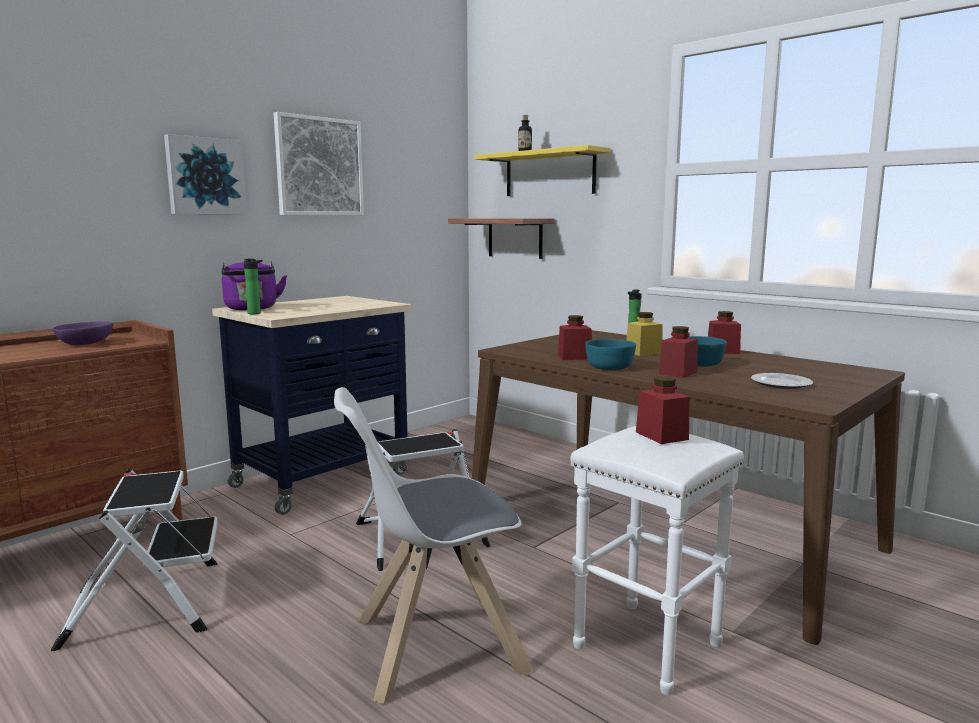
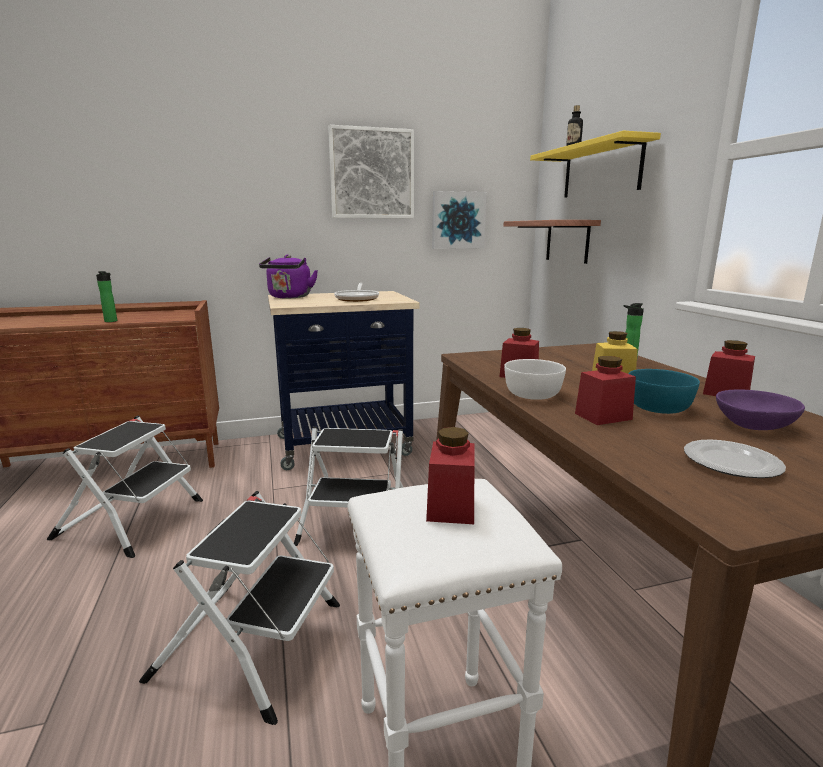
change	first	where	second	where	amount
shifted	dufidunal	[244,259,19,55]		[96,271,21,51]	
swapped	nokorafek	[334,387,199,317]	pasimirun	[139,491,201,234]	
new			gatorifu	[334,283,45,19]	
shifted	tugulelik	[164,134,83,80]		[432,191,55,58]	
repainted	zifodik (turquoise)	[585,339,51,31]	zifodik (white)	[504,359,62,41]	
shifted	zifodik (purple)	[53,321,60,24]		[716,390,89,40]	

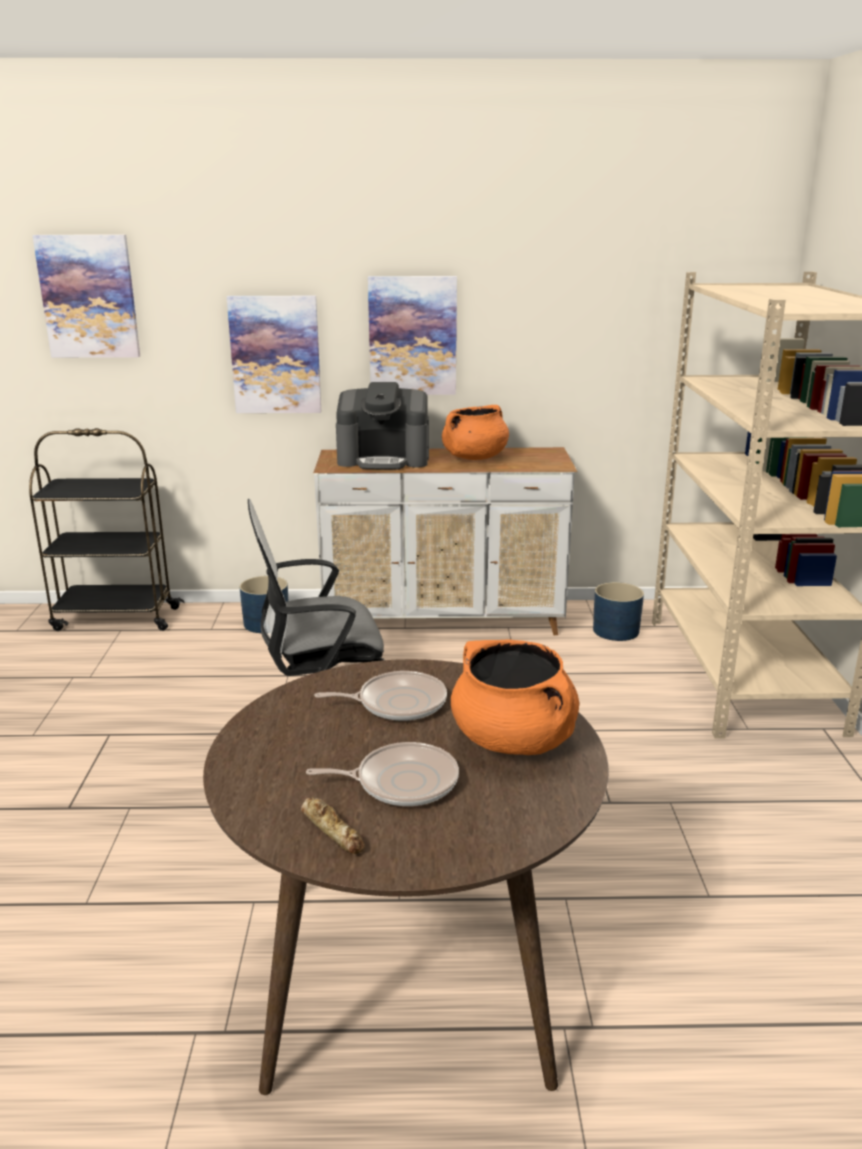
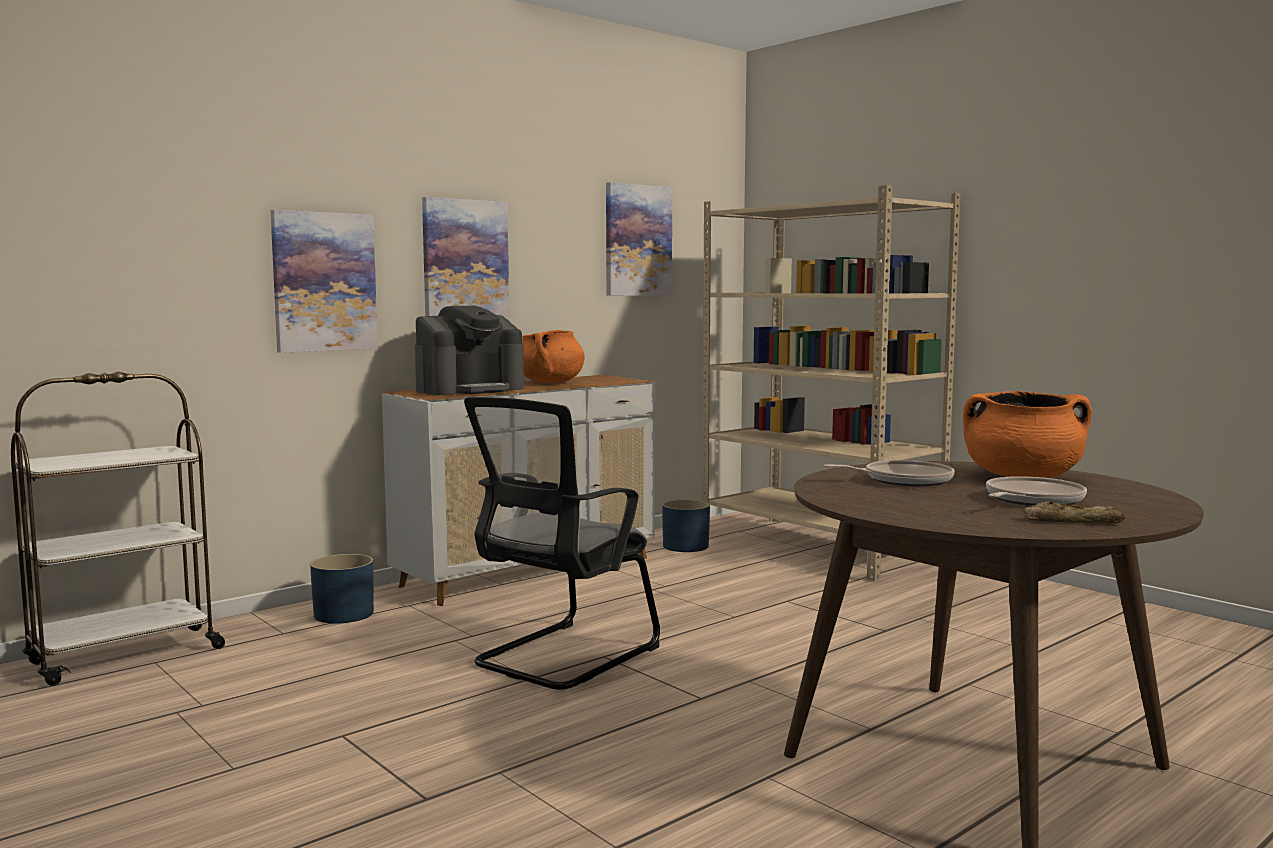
change	first	where	second	where	amount
repainted	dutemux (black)	[29,428,156,203]	dutemux (white)	[11,372,214,314]	
shifted	tugulelik	[32,235,108,123]		[606,182,66,113]	
rotated	gatorifu	[314,671,133,50]		[824,460,131,26]	45 degrees clockwise

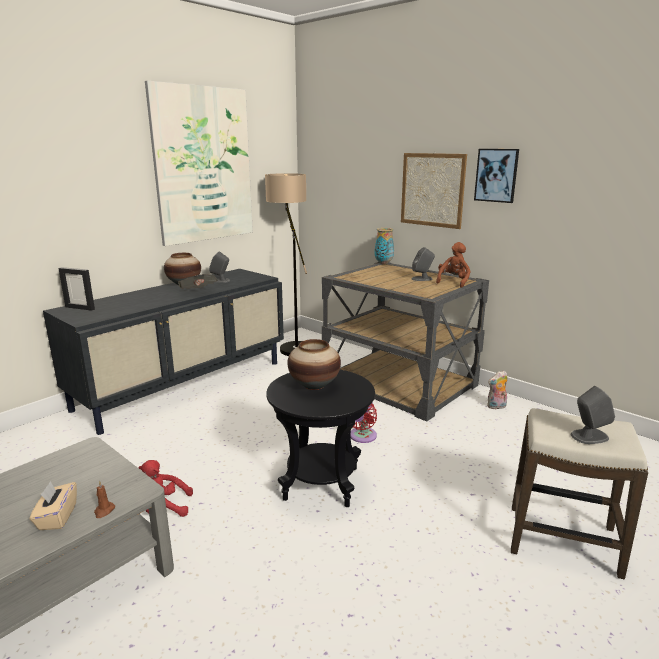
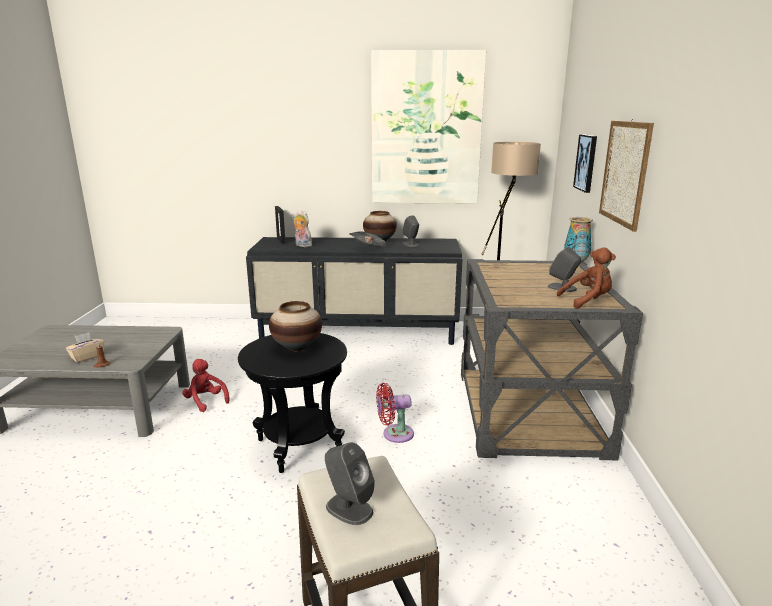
change	first	where	second	where	amount
shifted	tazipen	[487,370,21,40]		[292,210,20,37]	
shifted	tugulelik	[474,149,45,54]		[573,134,24,59]	

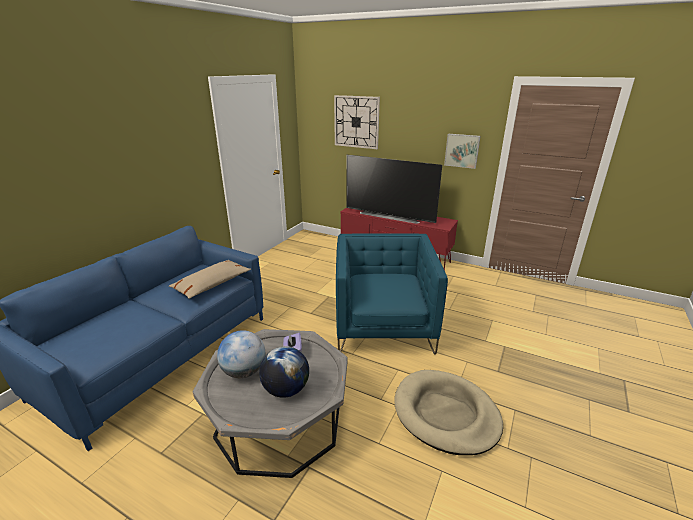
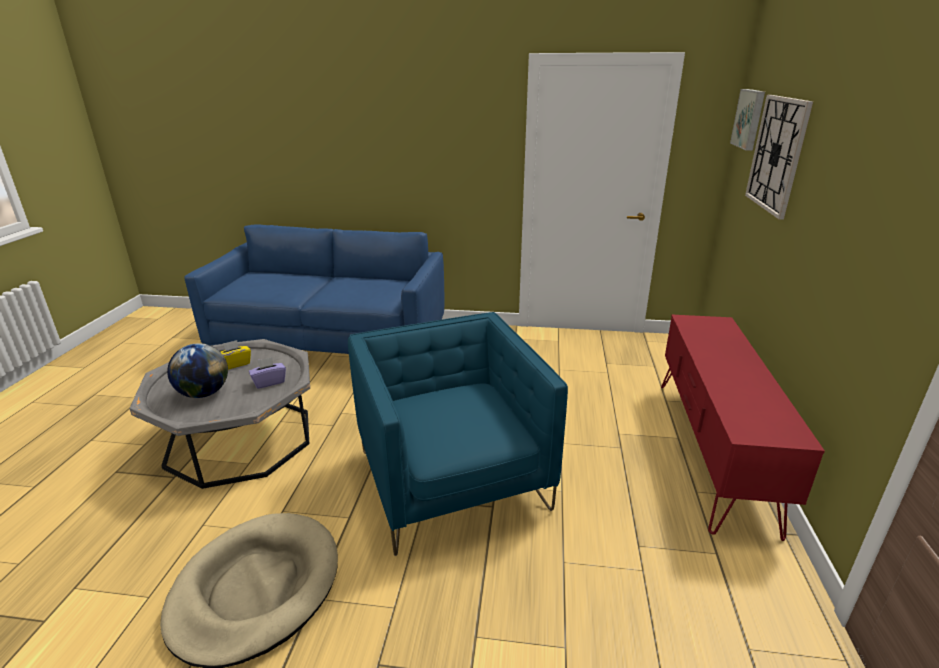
change	first	where	second	where	amount
swapped	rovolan	[217,330,48,48]	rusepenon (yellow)	[221,340,30,30]	
rotated	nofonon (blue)	[336,234,112,121]		[348,312,220,244]	90 degrees counterclockwise
shifted	tugulelik	[444,134,37,35]		[730,89,35,62]	
gone	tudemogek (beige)	[169,260,82,39]			
gone	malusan	[347,155,95,69]			

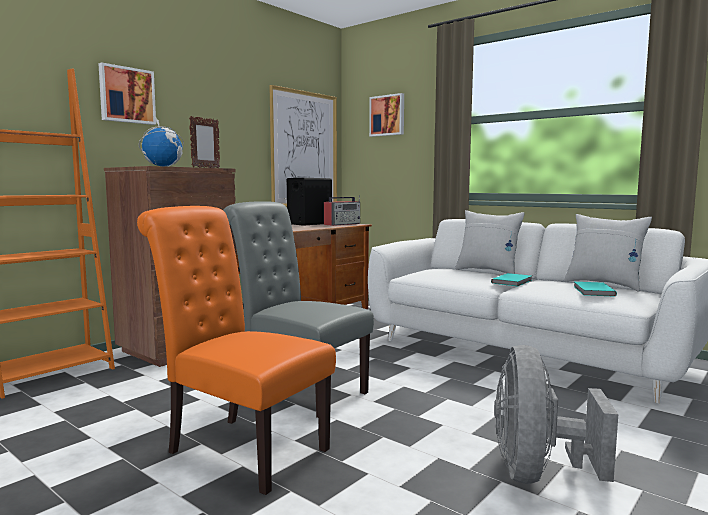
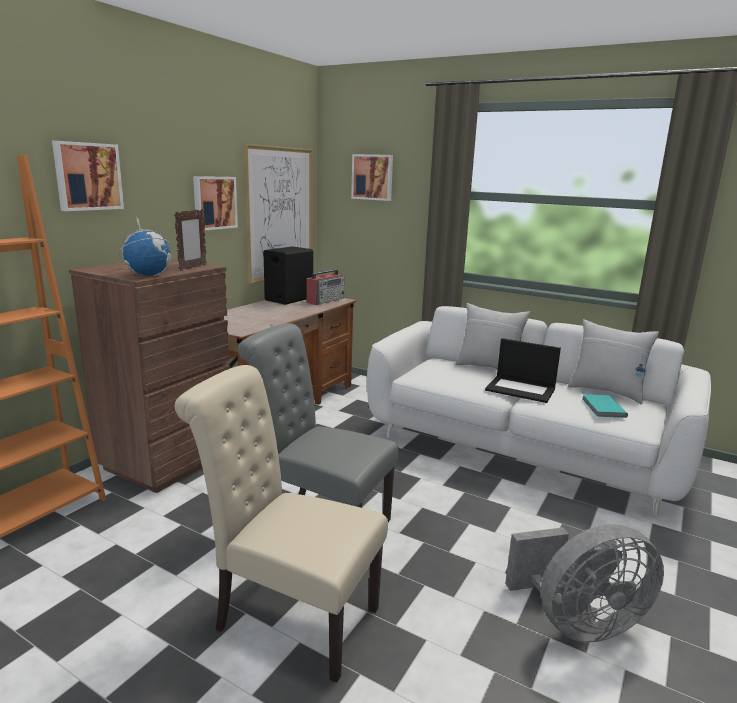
change	first	where	second	where	amount
repainted	nokorafek (orange)	[137,206,199,289]	nokorafek (beige)	[175,365,213,318]	
new			tugulelik	[193,176,45,55]	
swapped	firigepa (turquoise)	[491,273,41,13]	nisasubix	[485,338,76,65]	
rotated	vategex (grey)	[494,345,124,139]		[505,524,159,118]	105 degrees counterclockwise

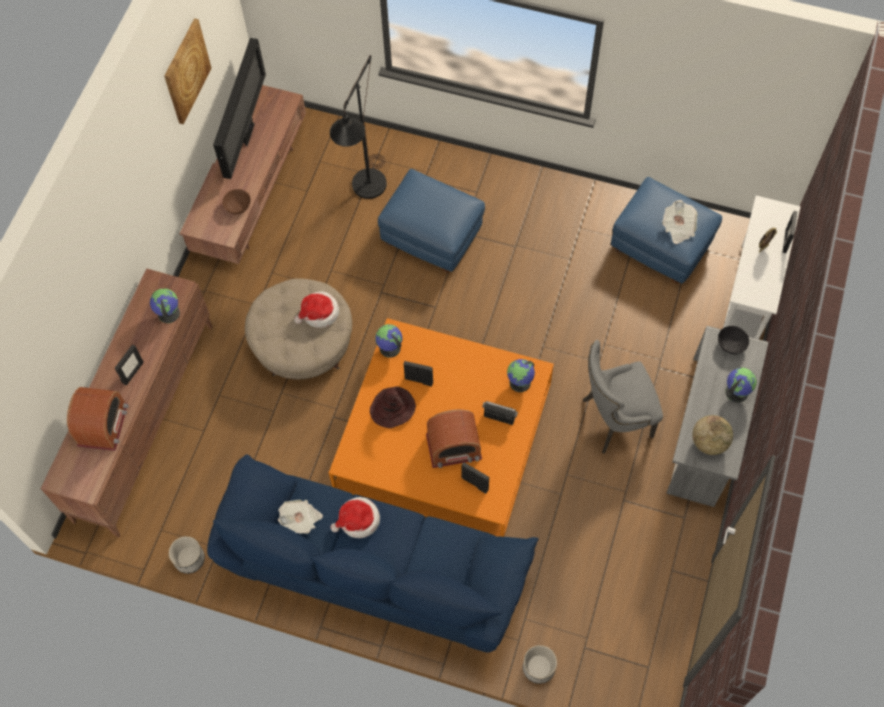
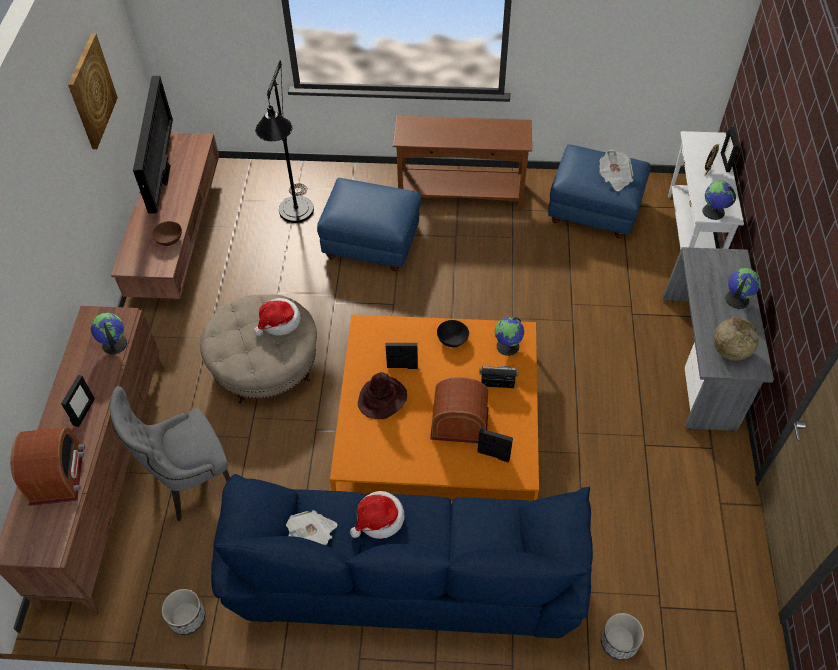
change	first	where	second	where	amount
shifted	nokorafek (grey)	[583,340,80,114]		[110,386,120,135]	
new			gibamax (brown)	[393,116,139,94]	
rotated	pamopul	[426,409,56,59]		[430,377,58,66]	150 degrees counterclockwise
shifted	zifodik (black)	[718,326,31,28]		[437,320,32,27]	
shifted	rovolan	[375,324,28,34]		[702,181,34,39]	

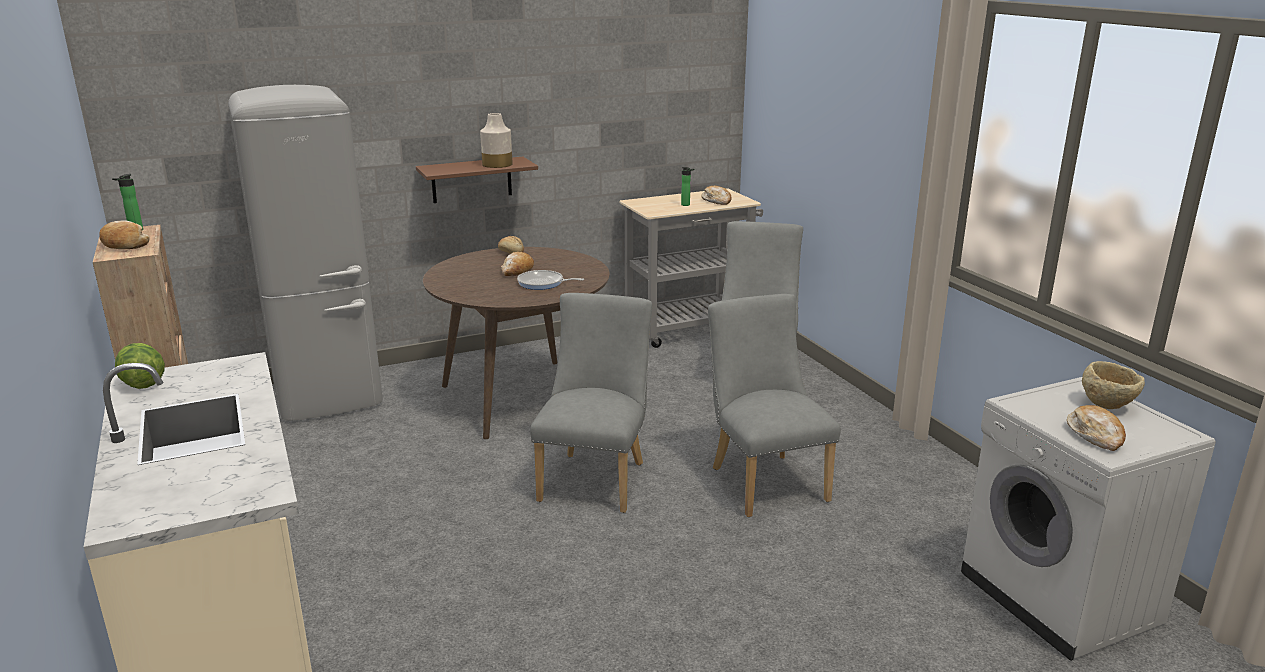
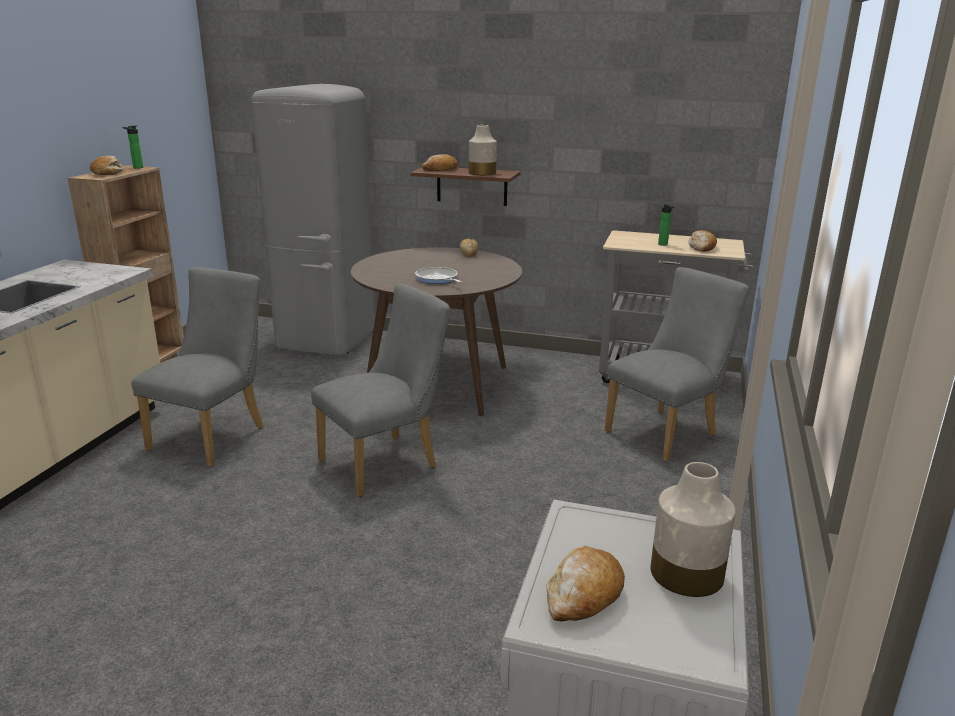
change	first	where	second	where	amount
shifted	nokorafek (grey)	[708,294,133,223]		[132,267,132,200]	
shifted	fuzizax	[501,252,33,24]		[422,154,36,17]	
swapped	zifodik (beige)	[1082,361,63,48]	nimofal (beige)	[650,462,86,135]	
gone	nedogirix	[115,343,50,46]			

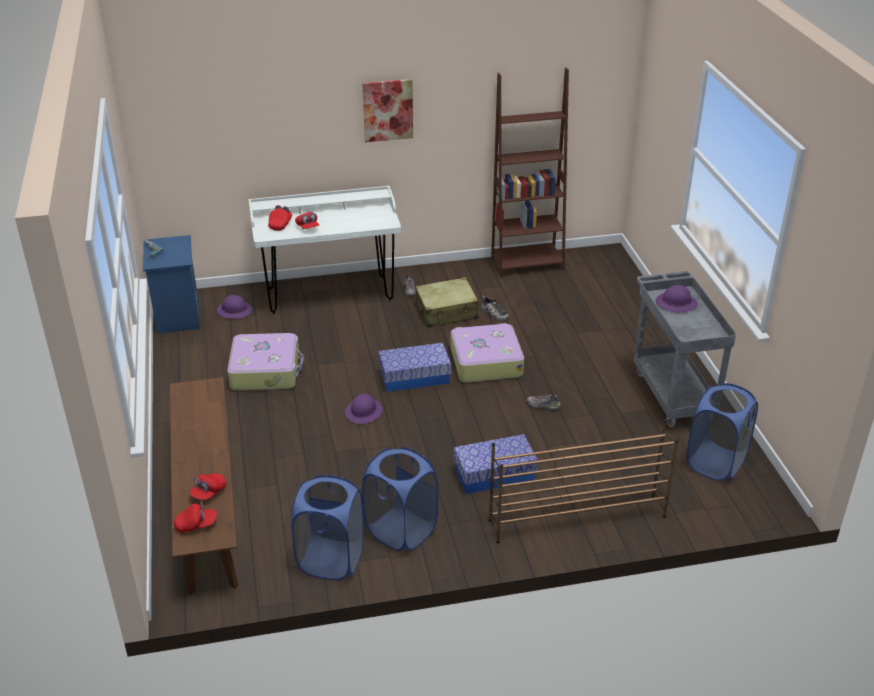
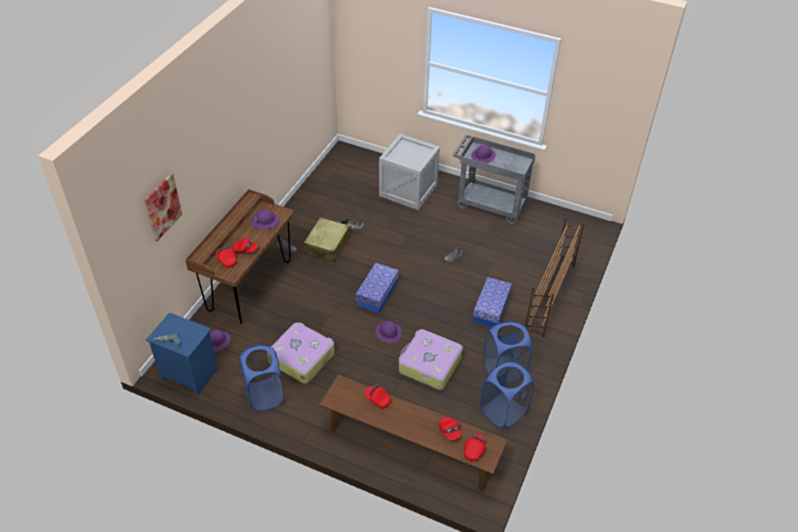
change	first	where	second	where	amount
shifted	tugulelik	[362,79,51,63]		[144,174,38,67]	
repainted	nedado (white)	[248,186,153,128]	nedado (brown)	[185,189,109,135]	
shifted	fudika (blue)	[686,383,72,98]		[239,344,45,68]	
new			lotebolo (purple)	[251,209,28,21]	
new			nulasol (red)	[365,384,26,24]	
new			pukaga	[379,134,61,76]	
shifted	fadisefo	[451,323,73,59]		[399,329,64,61]	
gone	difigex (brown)	[491,67,78,211]			

